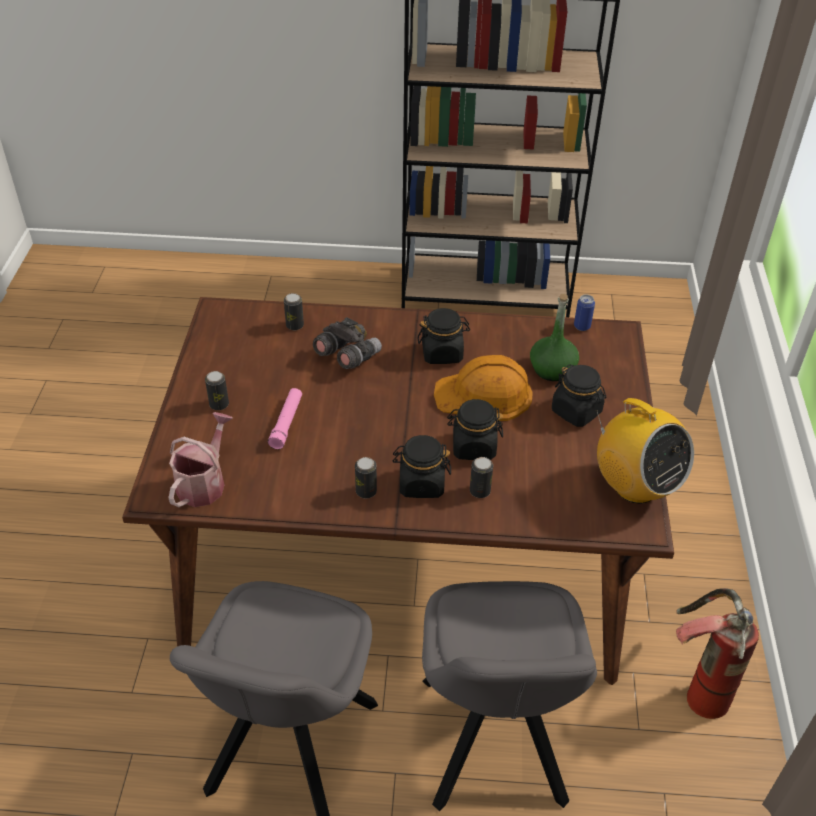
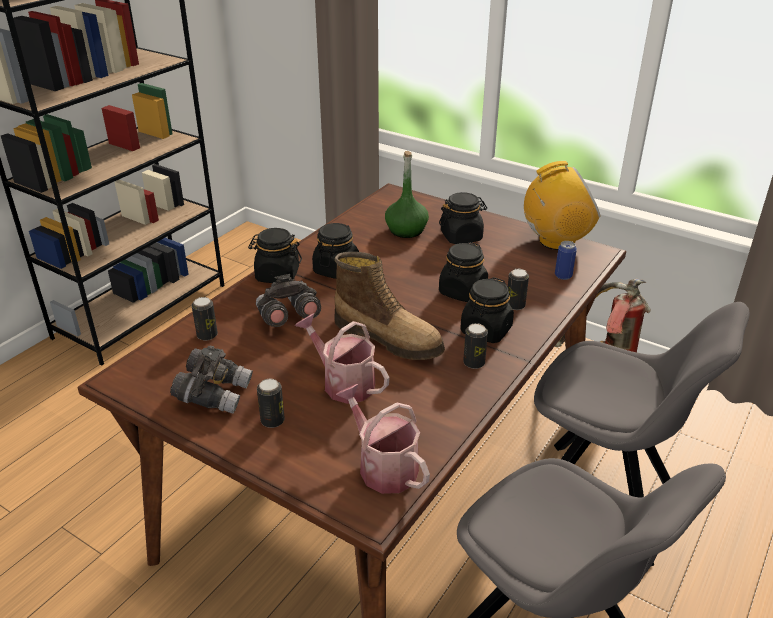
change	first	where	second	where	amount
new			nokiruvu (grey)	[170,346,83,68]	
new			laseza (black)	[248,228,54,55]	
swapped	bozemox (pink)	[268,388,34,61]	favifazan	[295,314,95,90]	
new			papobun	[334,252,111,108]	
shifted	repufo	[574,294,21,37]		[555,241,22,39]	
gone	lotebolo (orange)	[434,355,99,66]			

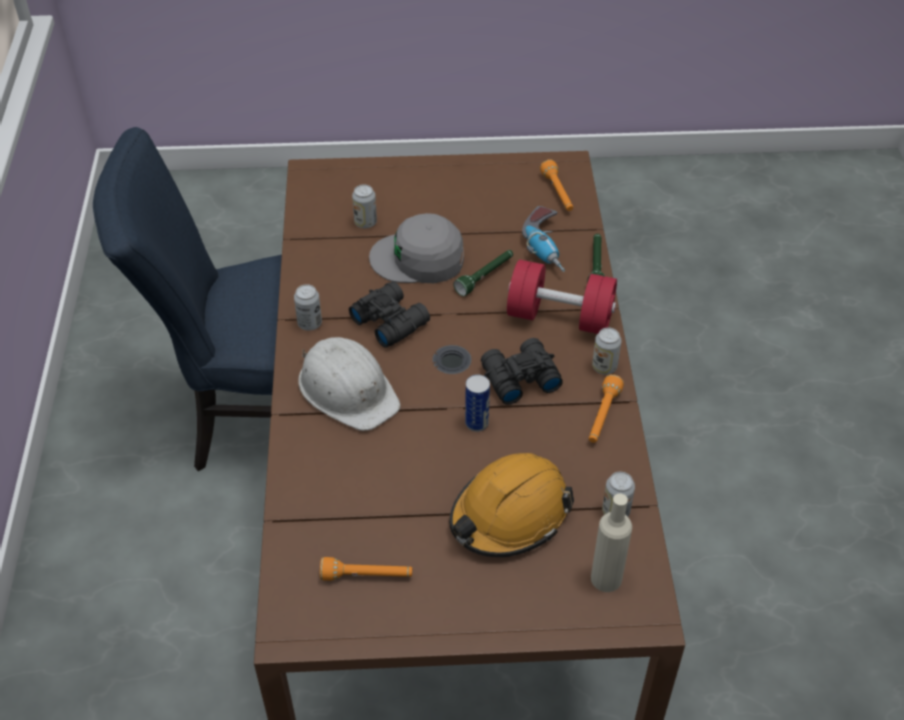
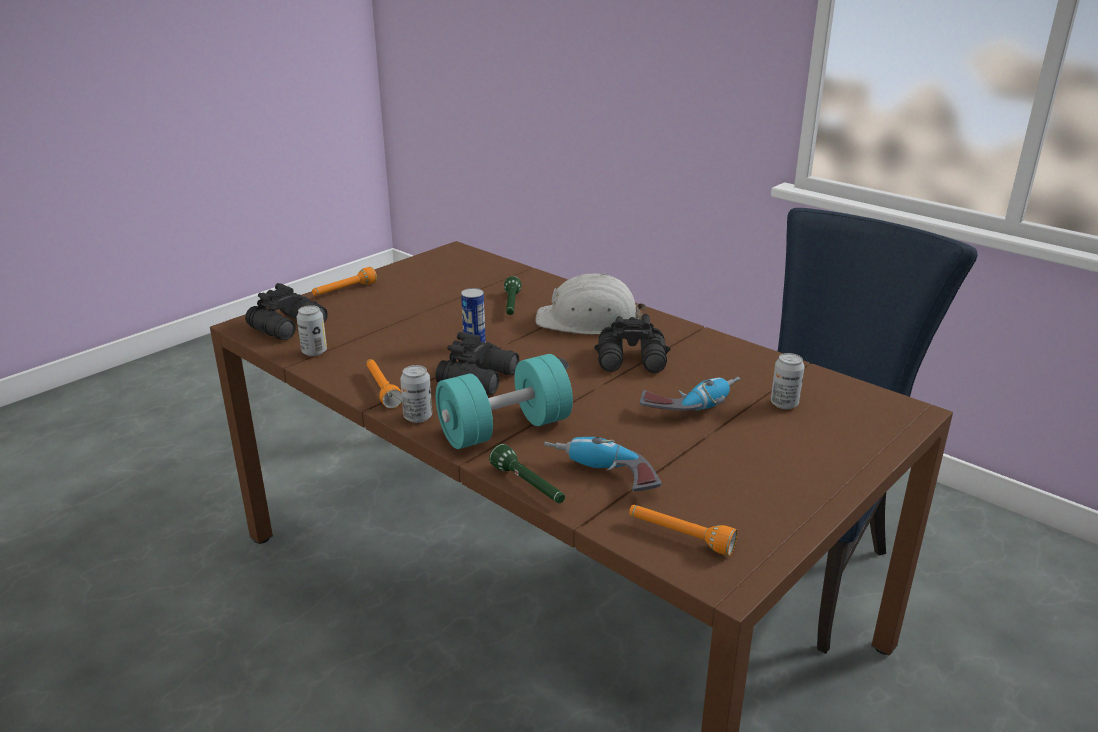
change	first	where	second	where	amount
swapped	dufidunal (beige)	[591,493,41,99]	nokiruvu (black)	[245,283,83,57]	
shifted	bozemox (orange)	[320,557,92,24]		[312,267,65,29]	
repainted	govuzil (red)	[507,260,110,74]	govuzil (turquoise)	[436,354,137,95]	
shifted	bozemox (green)	[453,250,60,46]		[504,276,17,39]	
swapped	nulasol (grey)	[369,213,95,70]	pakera	[640,377,100,34]	
gone	repufo	[294,284,28,47]			
gone	lotebolo (orange)	[449,453,125,104]			

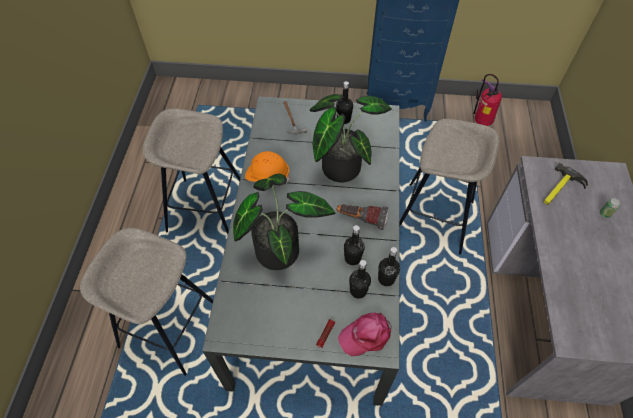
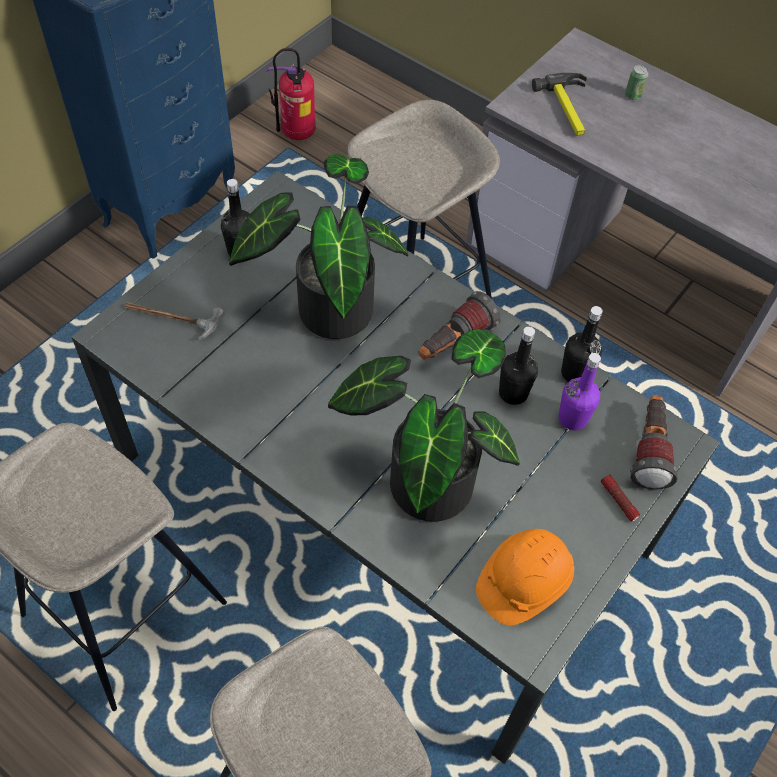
change	first	where	second	where	amount
shifted	lotebolo (orange)	[245,151,45,35]		[476,529,98,97]	
repainted	dufidunal (black)	[349,260,22,39]	dufidunal (purple)	[558,353,43,77]	
swapped	nulasol (pink)	[338,312,53,44]	bozemox	[630,395,48,95]	

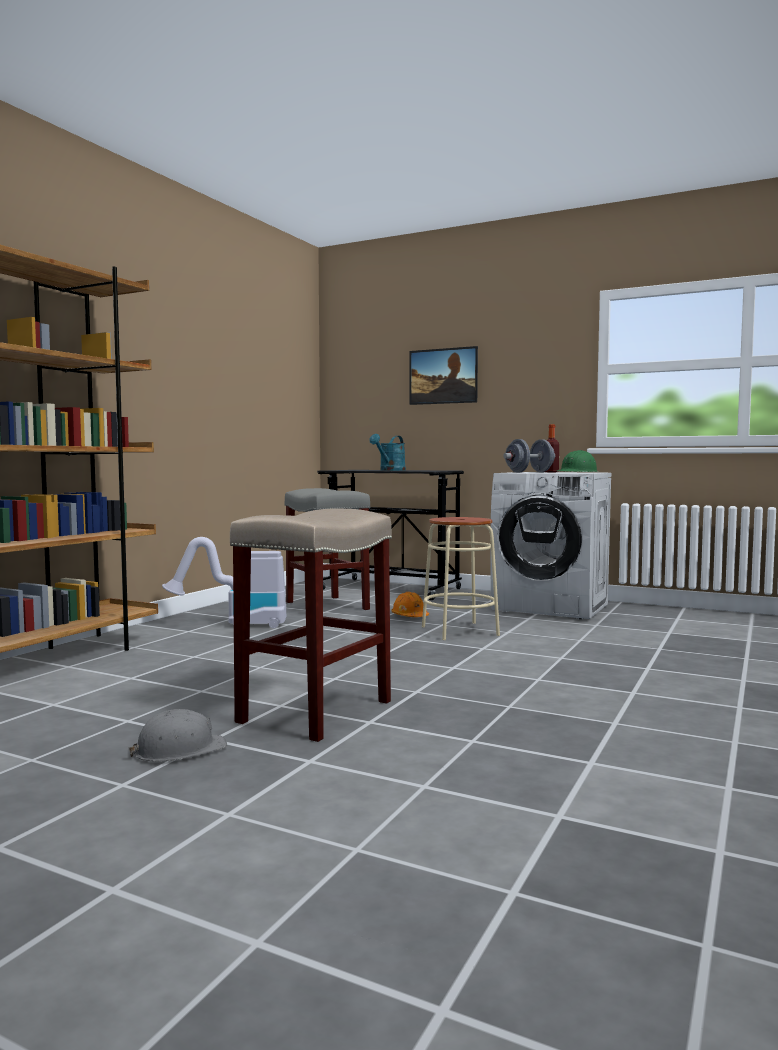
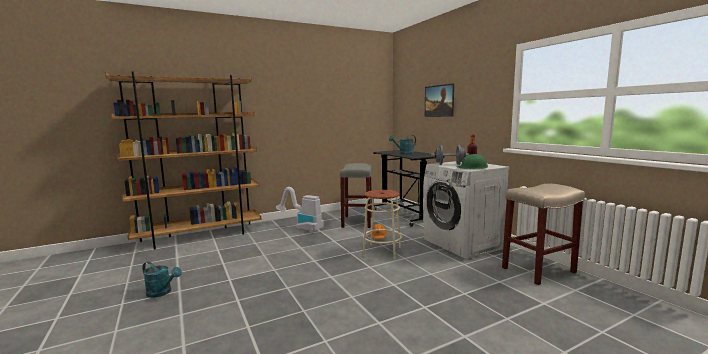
change	first	where	second	where	amount
swapped	lotebolo (grey)	[129,709,98,53]	favifazan (turquoise)	[142,262,40,36]	
shifted	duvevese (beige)	[230,508,162,234]		[502,184,83,101]	

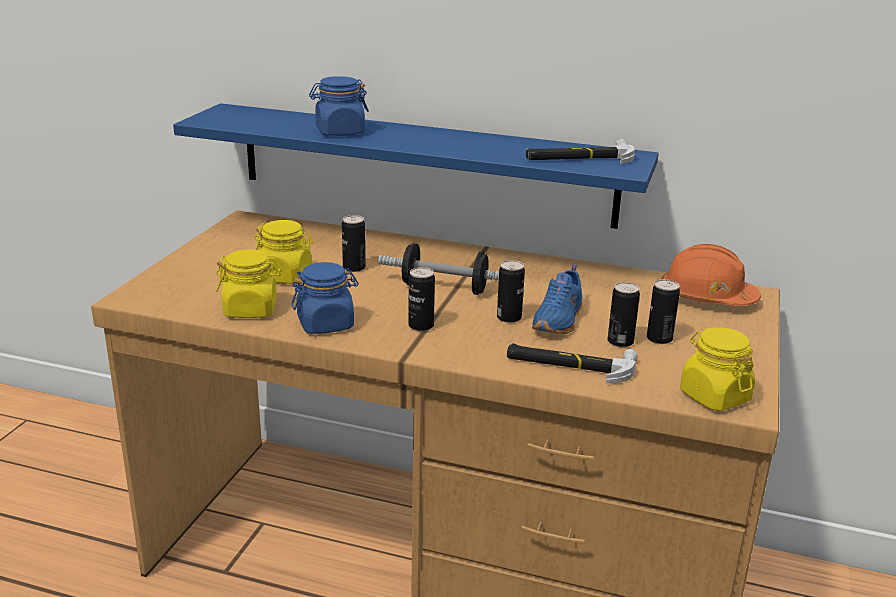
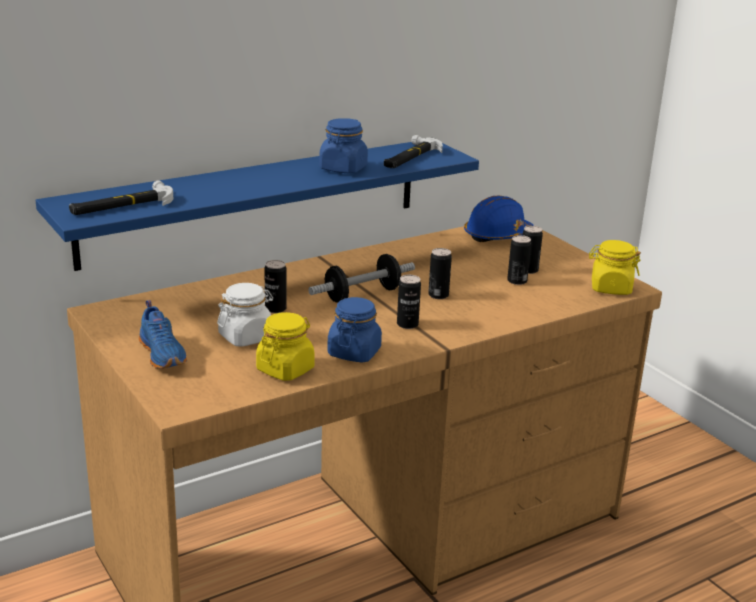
change	first	where	second	where	amount
shifted	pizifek	[507,343,130,40]		[69,180,104,35]	
shifted	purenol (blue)	[532,264,51,70]		[139,300,48,69]	
repainted	laseza (yellow)	[255,220,59,64]	laseza (white)	[217,283,56,64]	
shifted	laseza (blue)	[309,76,60,60]		[319,118,49,56]	
repainted	lotebolo (orange)	[662,244,99,62]	lotebolo (blue)	[464,195,69,47]	

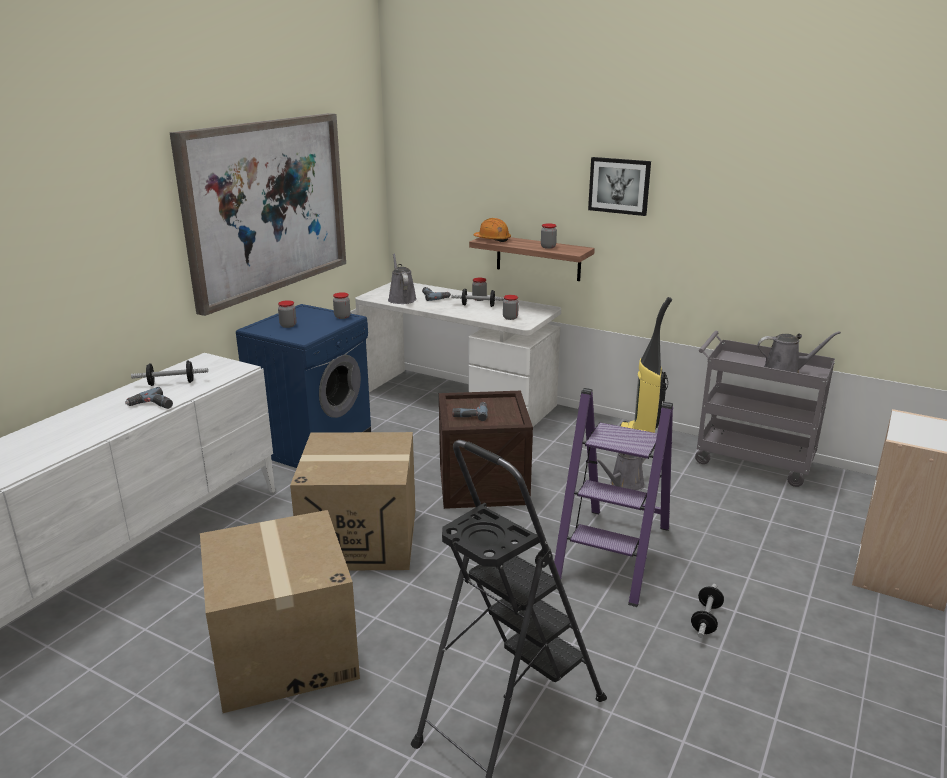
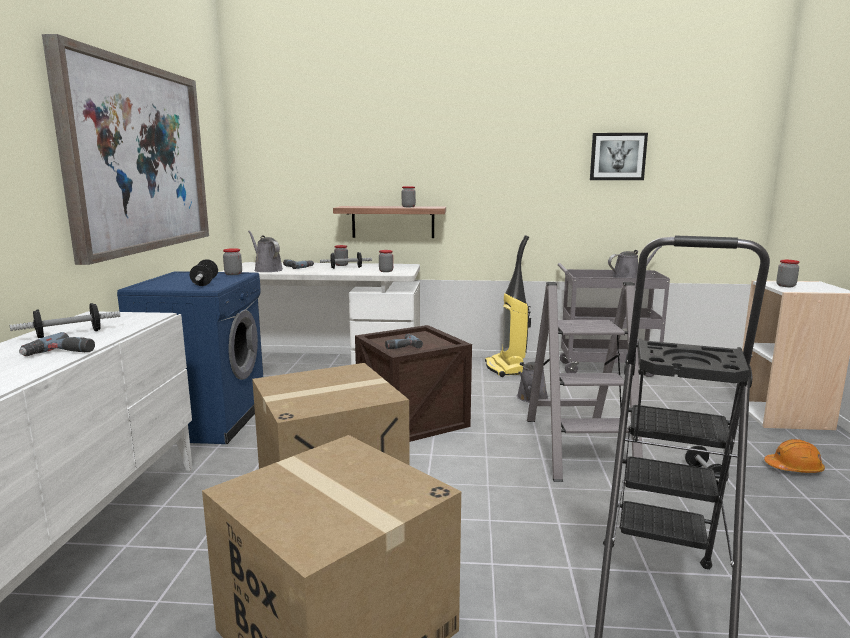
change	first	where	second	where	amount
new			govuzil	[190,259,28,27]	
repainted	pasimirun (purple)	[552,388,121,219]	pasimirun (grey)	[527,282,116,200]	
shifted	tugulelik	[588,157,63,59]		[590,133,58,47]	
shifted	lotebolo (orange)	[474,218,37,24]		[764,439,61,34]	
shifted	laseza	[278,300,18,28]		[776,260,23,27]	

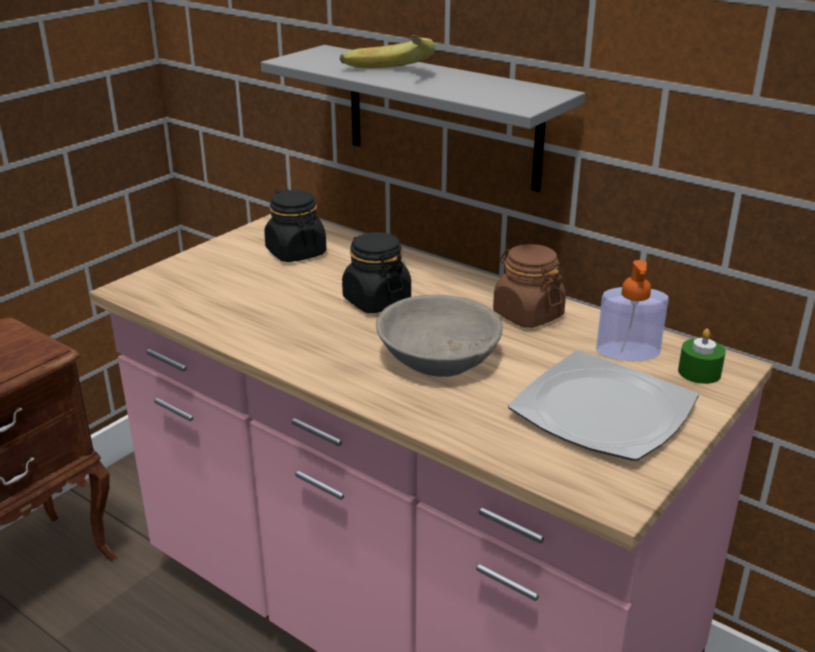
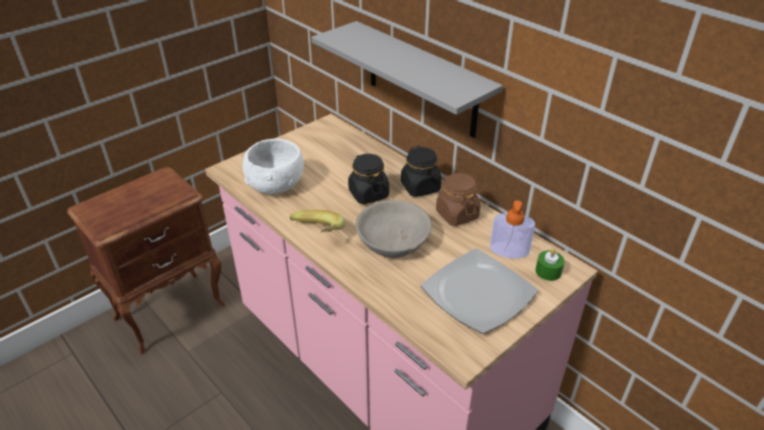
change	first	where	second	where	amount
new			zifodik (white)	[242,139,62,55]	
shifted	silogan	[340,35,95,33]		[290,210,55,23]	
shifted	laseza (black)	[264,189,62,73]		[401,146,40,51]	

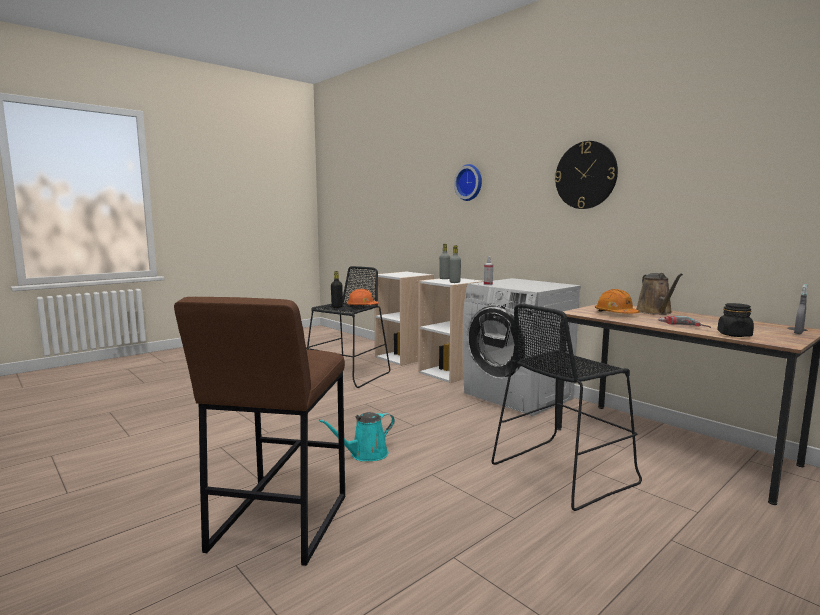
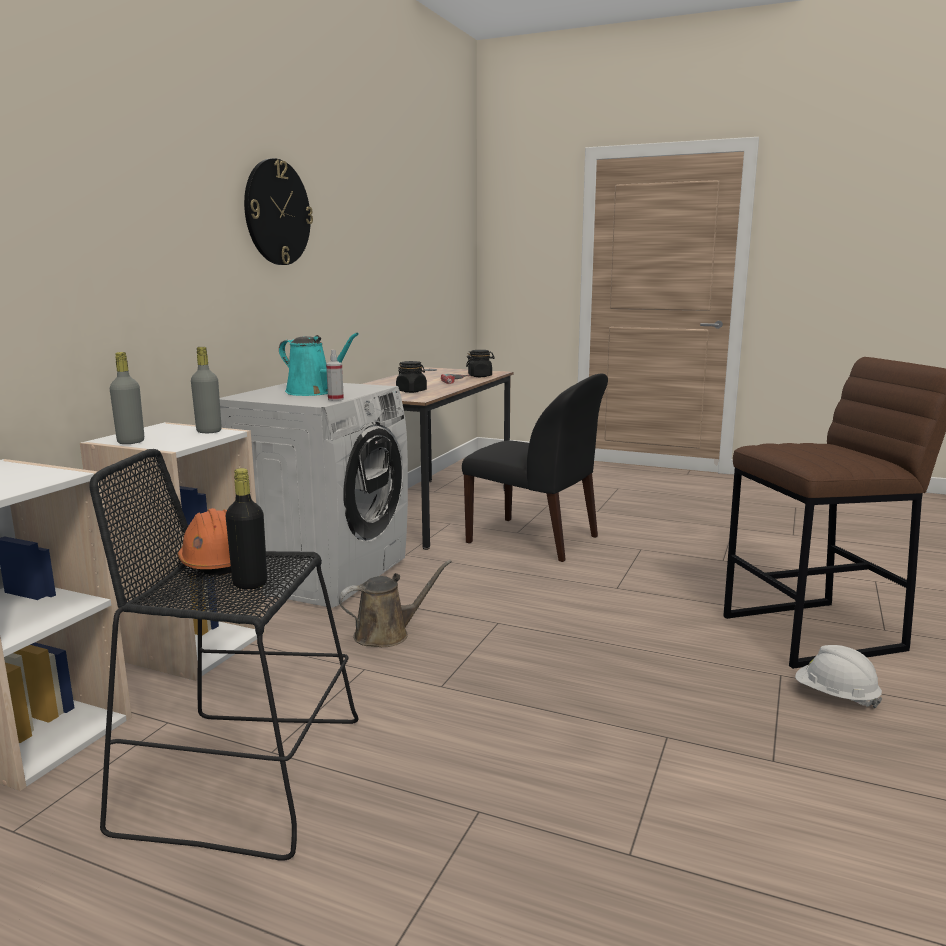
change	first	where	second	where	amount
shifted	favifazan (turquoise)	[319,412,76,49]		[279,333,80,63]	
shifted	favifazan (brown)	[636,273,47,42]		[339,560,113,87]	
swapped	lotebolo (orange)	[595,289,44,25]	laseza (black)	[396,361,31,32]	
swapped	duvevese (black)	[491,304,151,207]	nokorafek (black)	[462,374,146,188]	
new			lotebolo (white)	[795,645,88,64]	
gone	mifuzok	[454,164,28,37]			
gone	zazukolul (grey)	[794,284,13,50]			

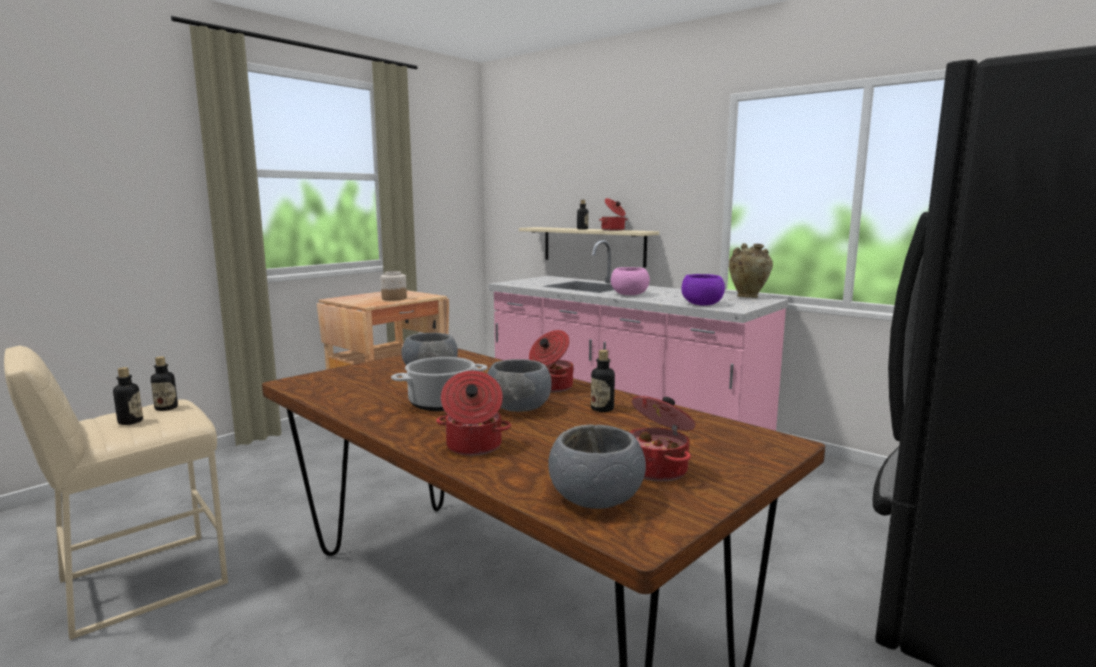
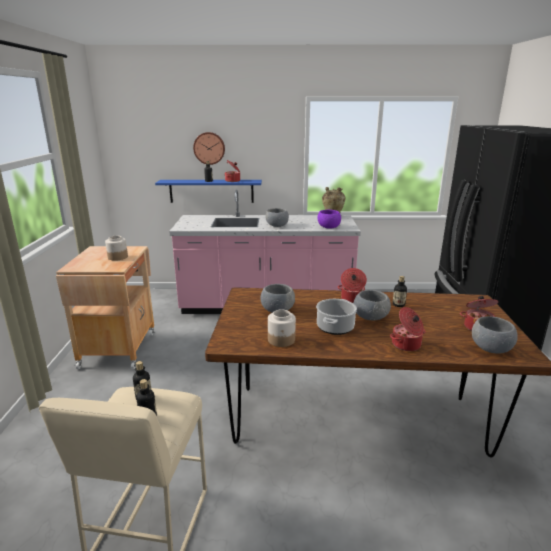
change	first	where	second	where	amount
repainted	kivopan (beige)	[519,227,140,40]	kivopan (blue)	[155,180,107,23]	
new			mifuzok	[193,132,32,33]	
repainted	zifodik (pink)	[611,267,39,28]	zifodik (grey)	[266,208,23,19]	
new			laseza	[268,309,28,38]	

